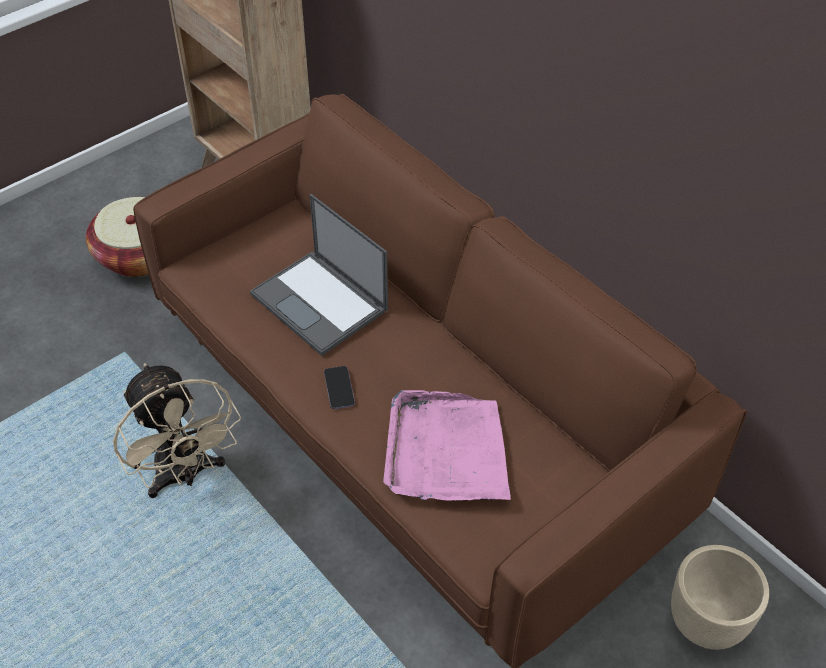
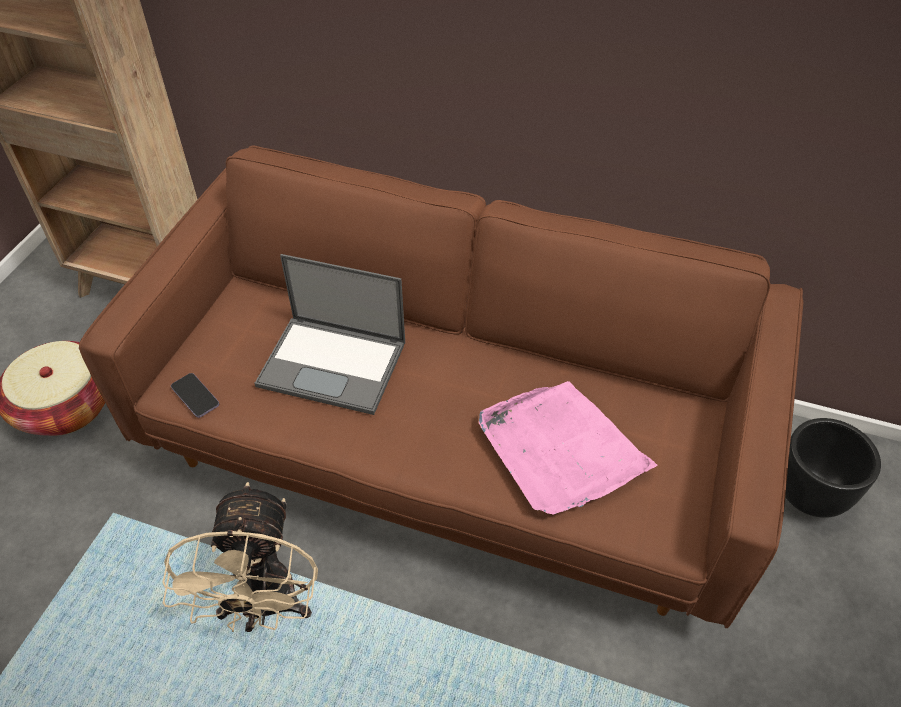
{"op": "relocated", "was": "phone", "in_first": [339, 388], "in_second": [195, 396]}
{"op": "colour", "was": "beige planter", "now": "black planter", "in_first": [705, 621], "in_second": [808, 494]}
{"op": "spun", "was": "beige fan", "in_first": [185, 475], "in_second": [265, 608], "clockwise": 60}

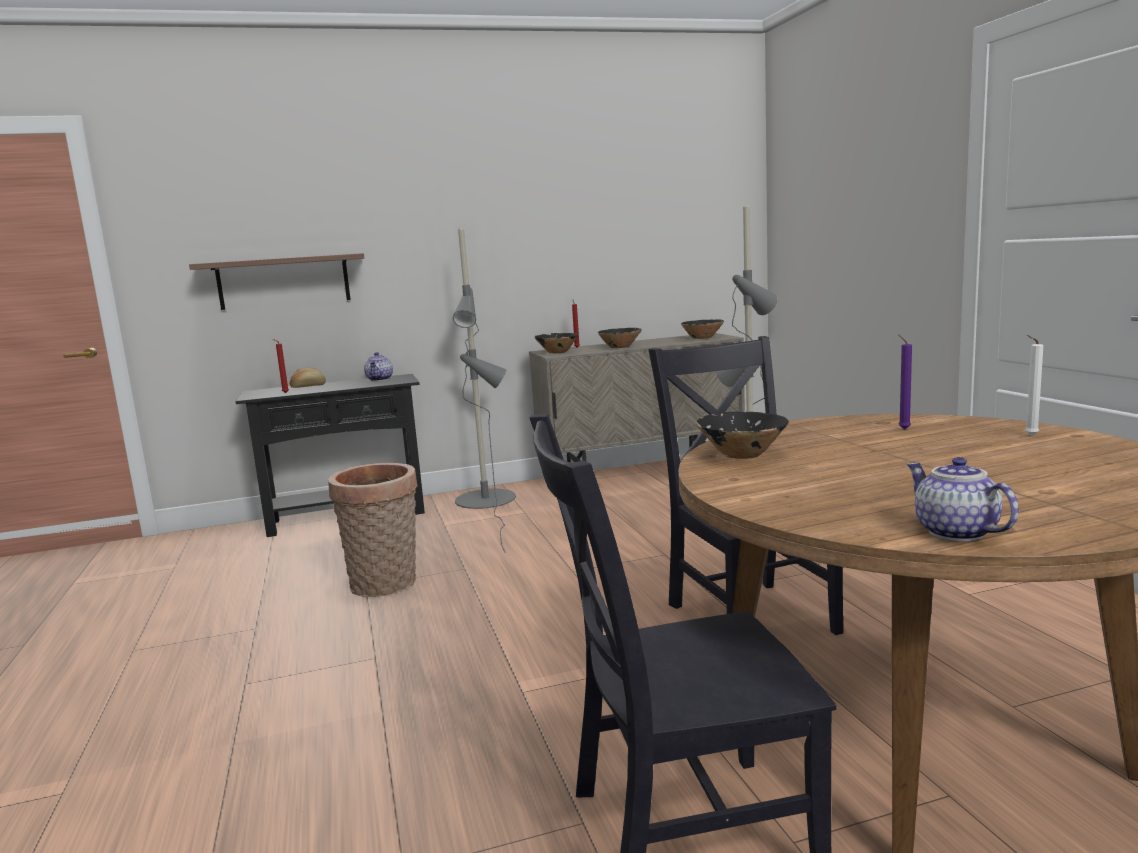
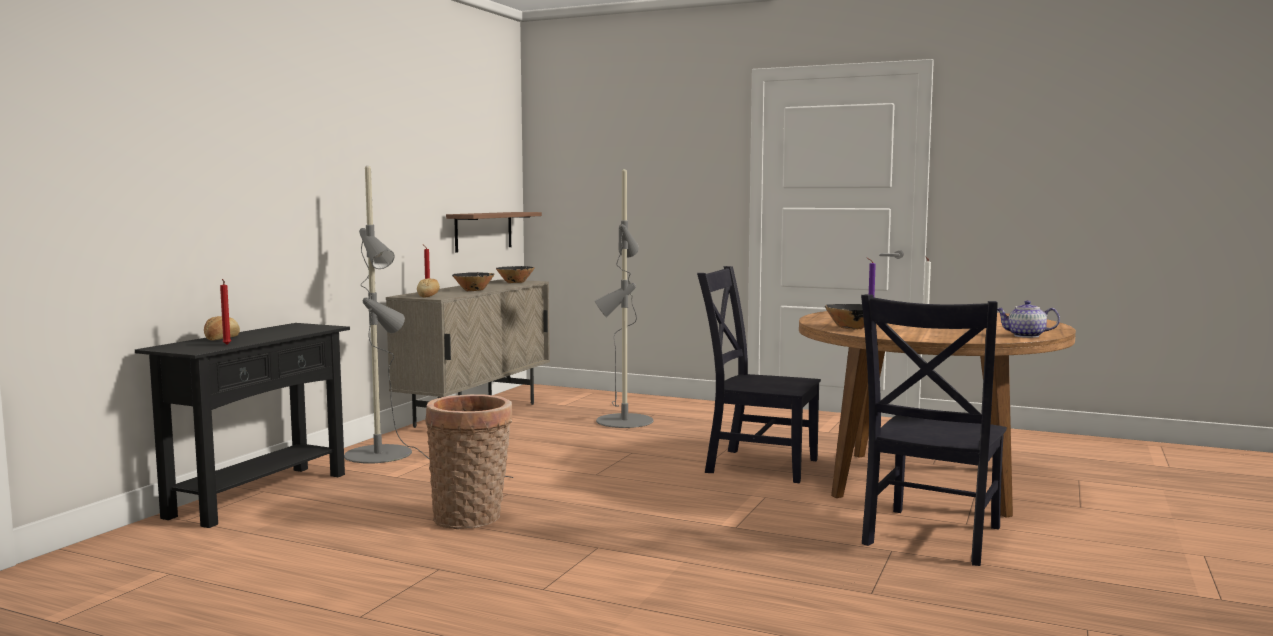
{"op": "missing", "was": "teapot", "in_first": [380, 379]}
{"op": "relocated", "was": "shelf", "in_first": [284, 281], "in_second": [483, 231]}
{"op": "exchanged", "was": "black bowl", "now": "bread", "in_first": [557, 352], "in_second": [428, 296]}

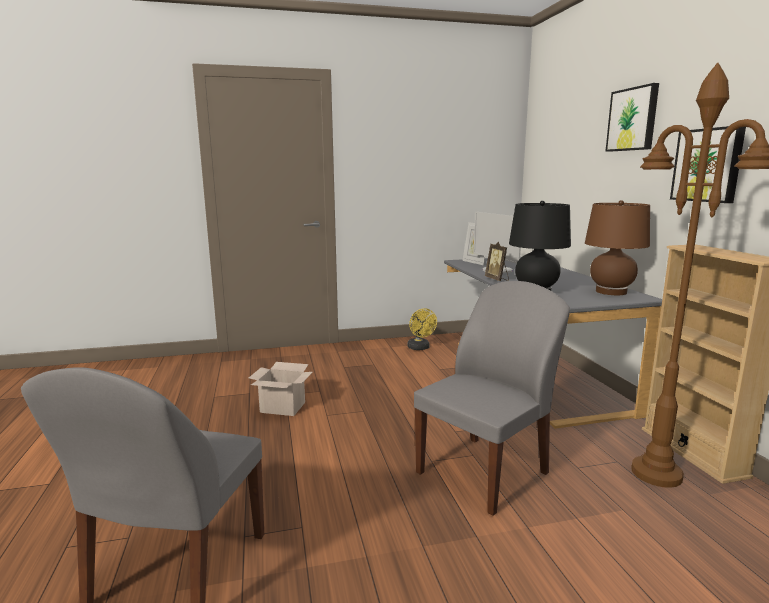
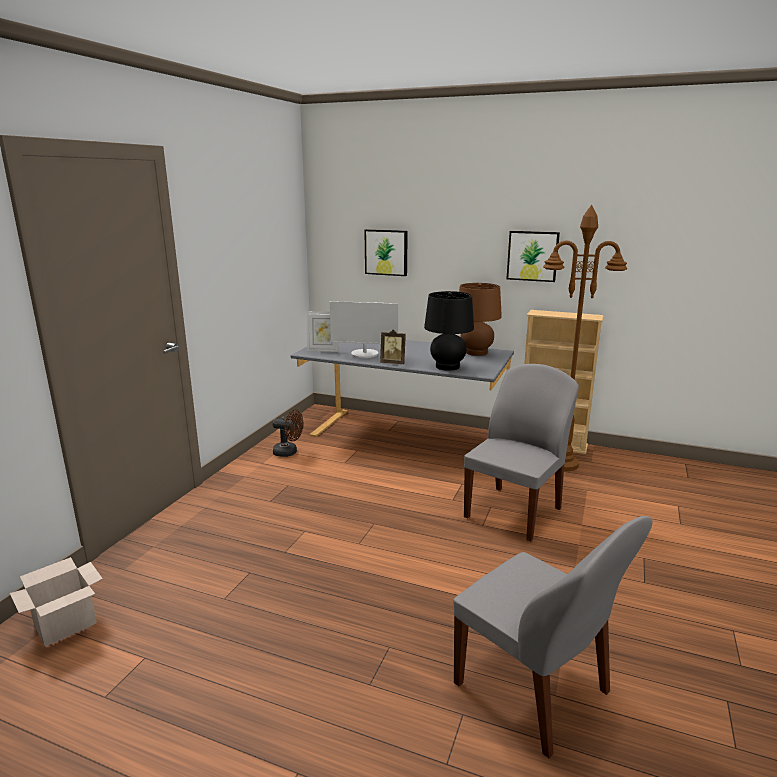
{"op": "relocated", "was": "cardboard box", "in_first": [281, 407], "in_second": [64, 625]}
{"op": "relocated", "was": "picture", "in_first": [633, 119], "in_second": [386, 252]}
{"op": "colour", "was": "yellow fan", "now": "brown fan", "in_first": [420, 348], "in_second": [289, 452]}
{"op": "spun", "was": "grey chair", "in_first": [485, 471], "in_second": [514, 512], "clockwise": 45}

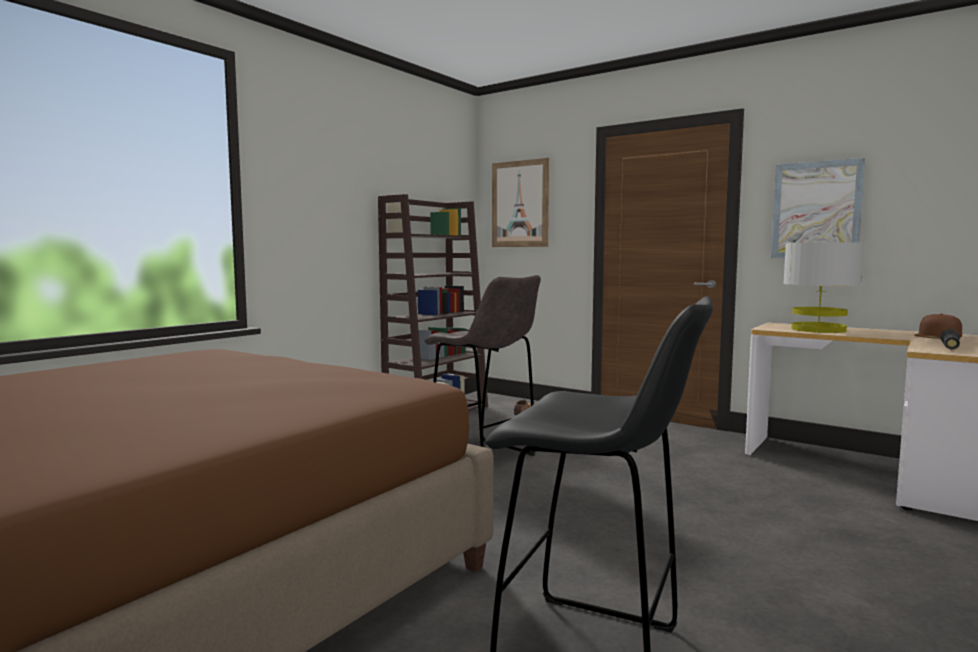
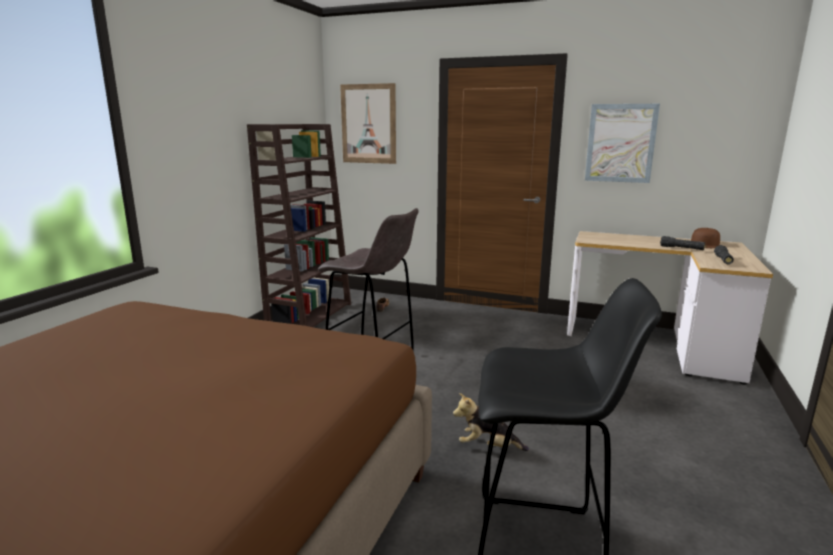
{"op": "missing", "was": "grey table lamp", "in_first": [818, 330]}
{"op": "appeared", "now": "plush toy", "in_second": [488, 447]}
{"op": "appeared", "now": "black flashlight", "in_second": [681, 248]}

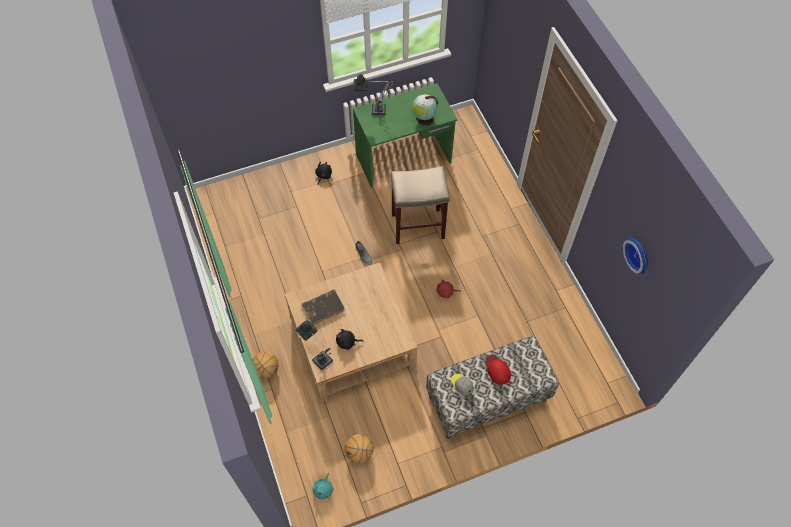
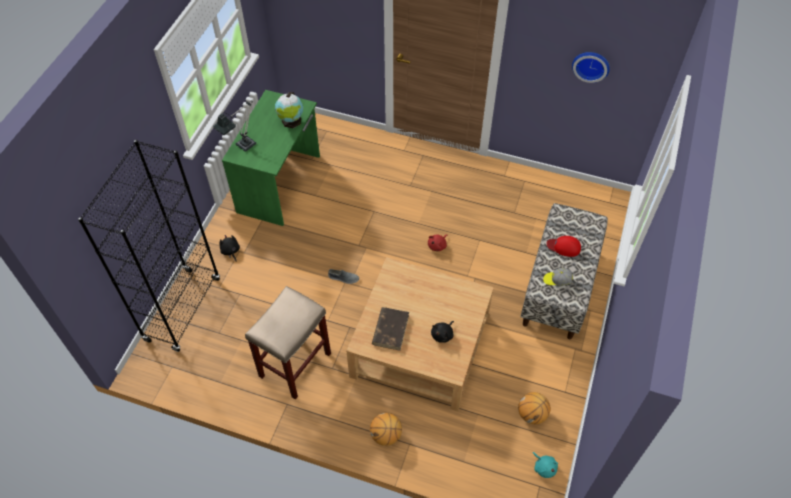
{"op": "missing", "was": "table lamp", "in_first": [319, 357]}
{"op": "appeared", "now": "black bookcase", "in_second": [183, 309]}
{"op": "relocated", "was": "beige stool", "in_first": [417, 226], "in_second": [295, 366]}

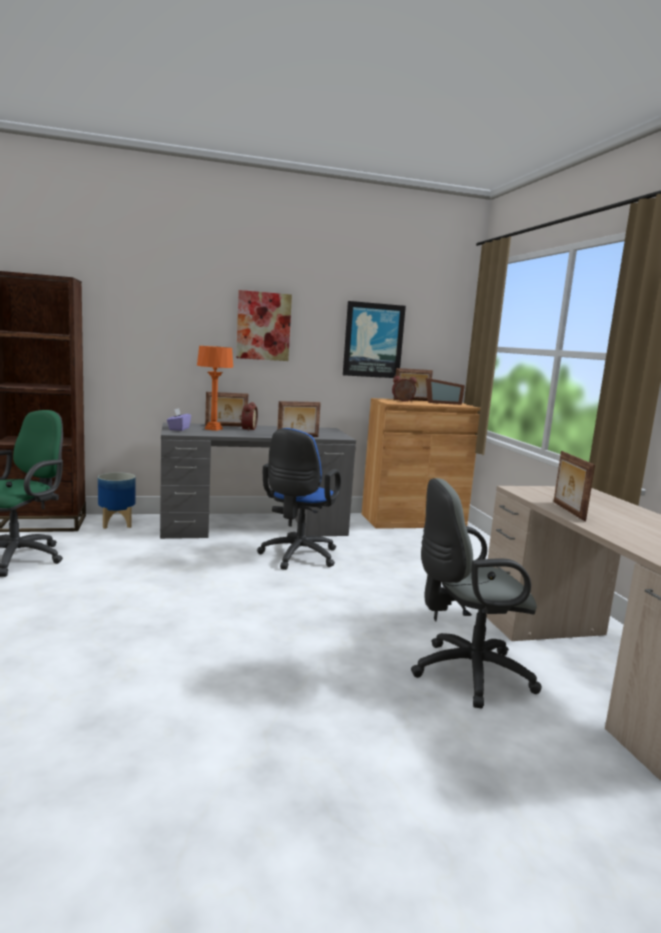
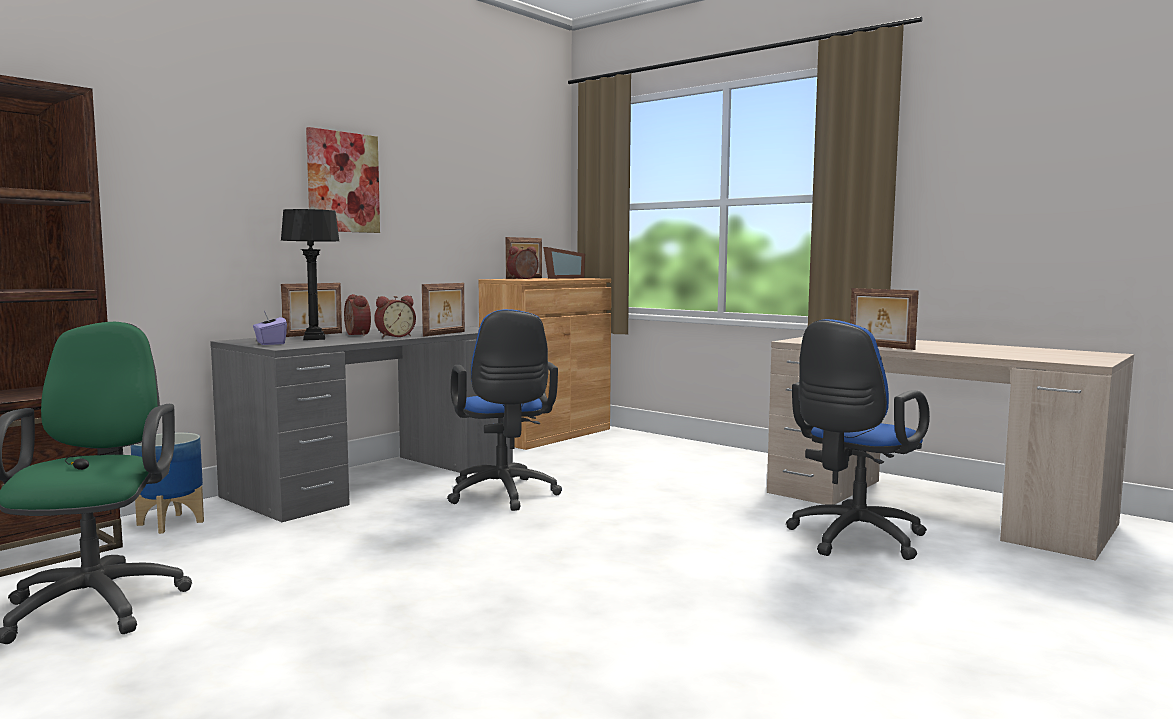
{"op": "missing", "was": "picture", "in_first": [373, 340]}
{"op": "appeared", "now": "alarm clock", "in_second": [394, 336]}
{"op": "colour", "was": "orange table lamp", "now": "black table lamp", "in_first": [213, 429], "in_second": [313, 339]}
{"op": "colour", "was": "grey office chair", "now": "blue office chair", "in_first": [465, 673], "in_second": [852, 540]}

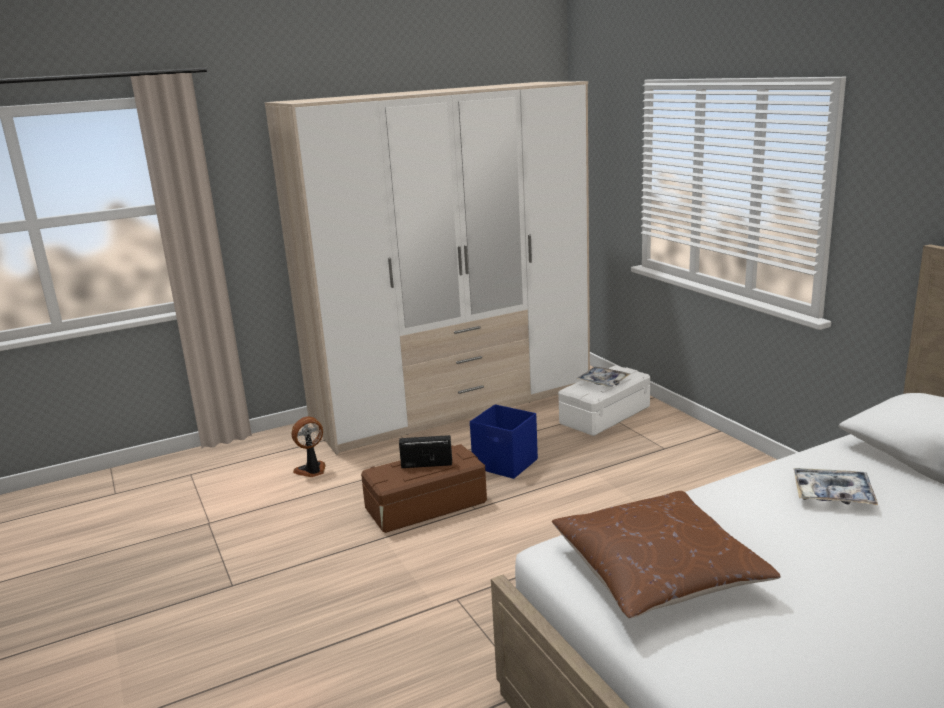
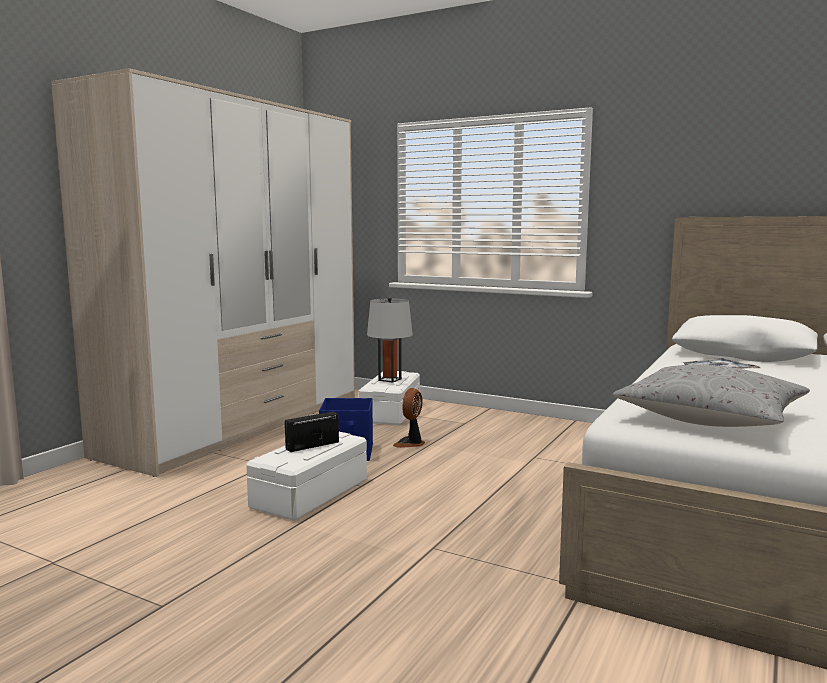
{"op": "relocated", "was": "fan", "in_first": [312, 471], "in_second": [410, 444]}
{"op": "exchanged", "was": "tray", "now": "grey table lamp", "in_first": [603, 381], "in_second": [390, 379]}
{"op": "colour", "was": "brown storage box", "now": "white storage box", "in_first": [426, 506], "in_second": [311, 494]}
{"op": "colour", "was": "brown pillow", "now": "grey pillow", "in_first": [657, 573], "in_second": [709, 418]}

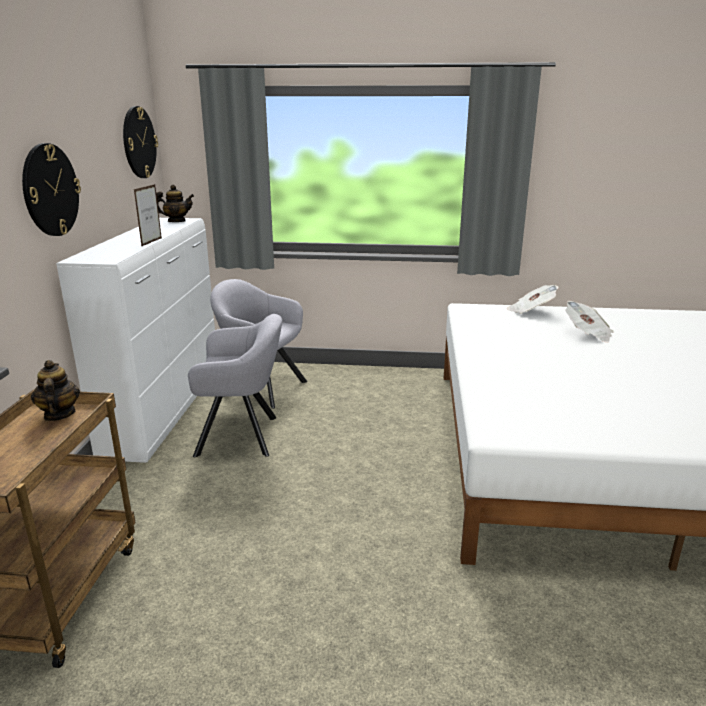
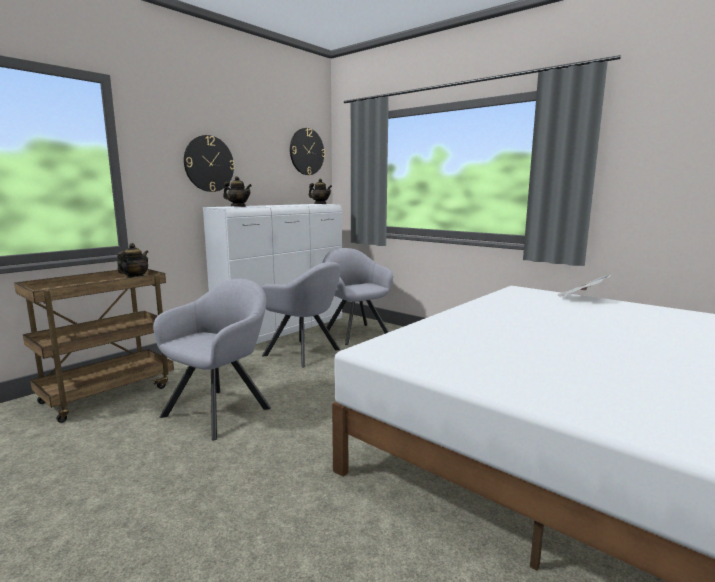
{"op": "missing", "was": "picture frame", "in_first": [152, 242]}
{"op": "missing", "was": "newspaper", "in_first": [587, 334]}
{"op": "appeared", "now": "grey armchair", "in_second": [221, 410]}
{"op": "appeared", "now": "teapot", "in_second": [238, 206]}

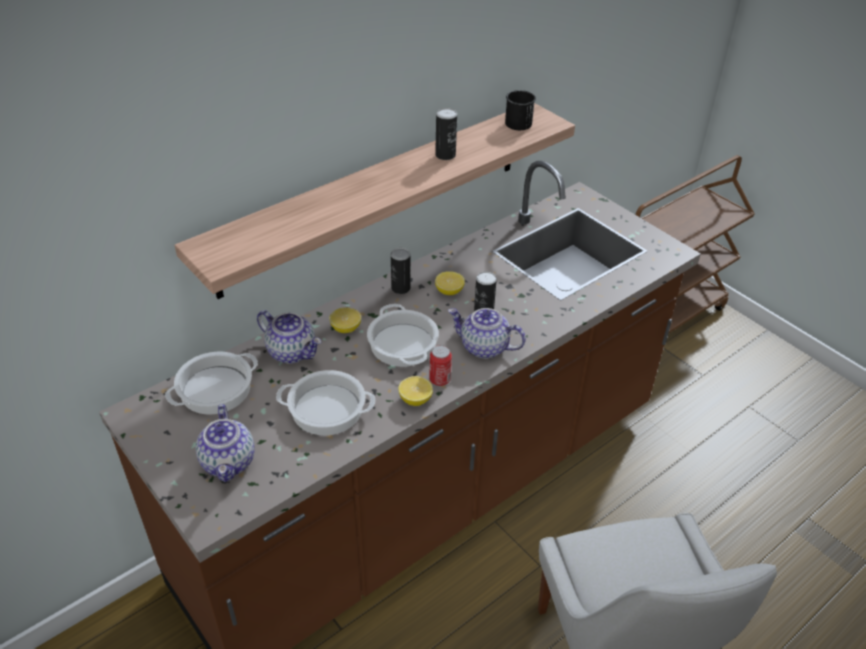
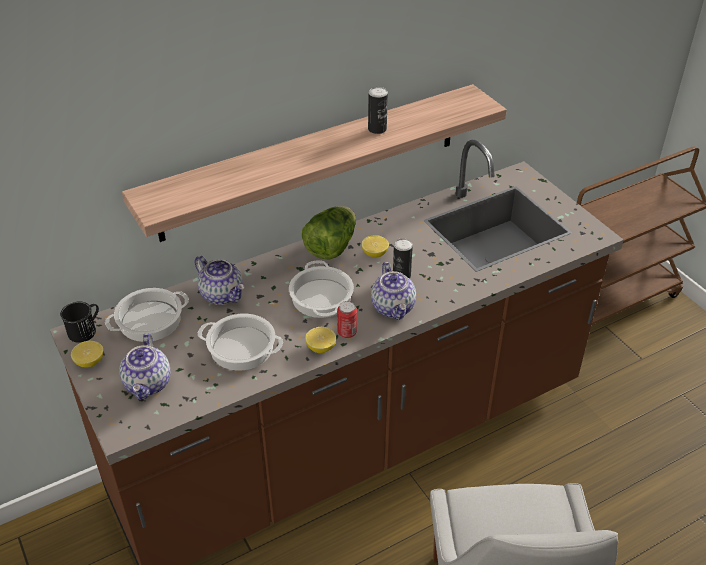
{"op": "relocated", "was": "lemon", "in_first": [346, 328], "in_second": [90, 362]}
{"op": "relocated", "was": "black mug", "in_first": [520, 122], "in_second": [85, 330]}
{"op": "exchanged", "was": "can", "now": "lettuce", "in_first": [400, 288], "in_second": [331, 247]}
{"op": "spun", "was": "teapot", "in_first": [483, 347], "in_second": [393, 307], "clockwise": -135}

